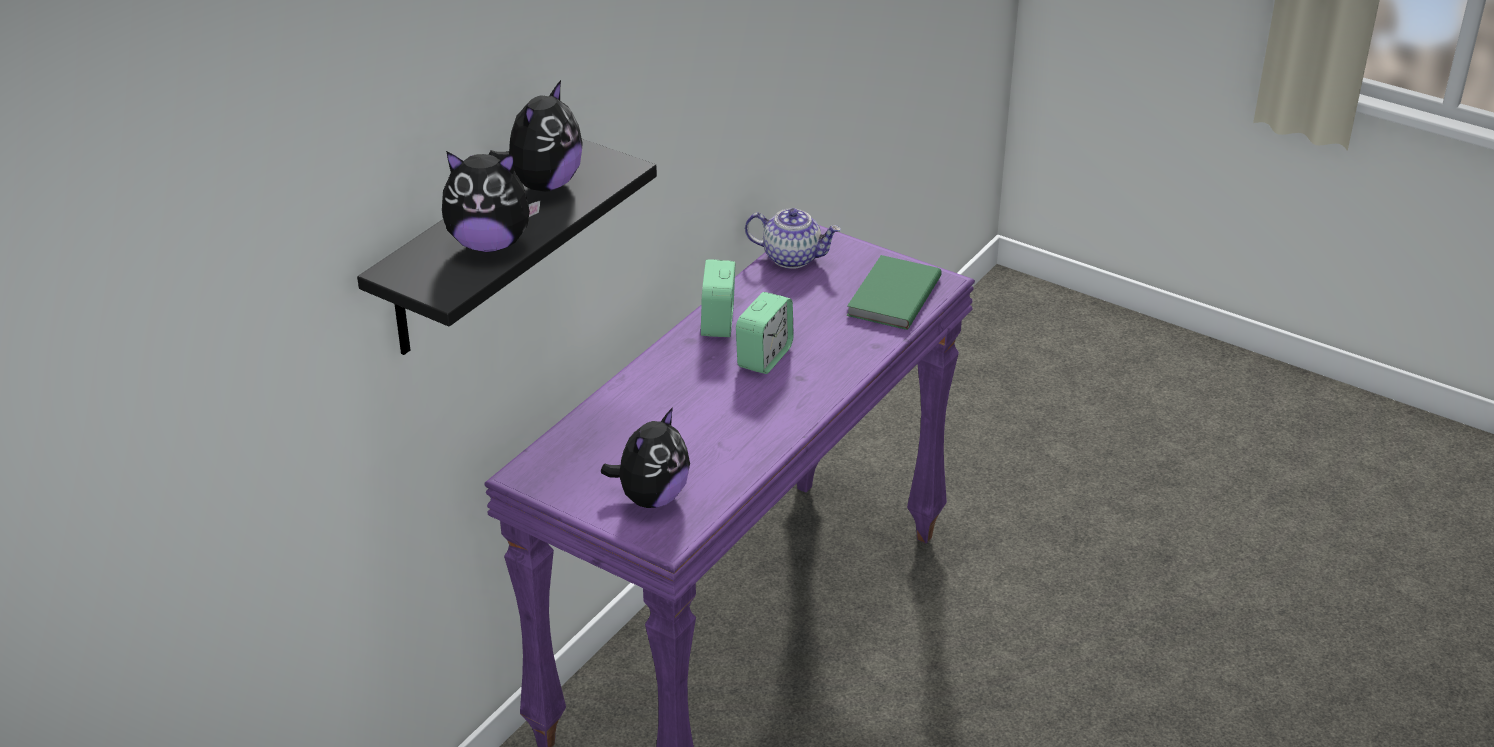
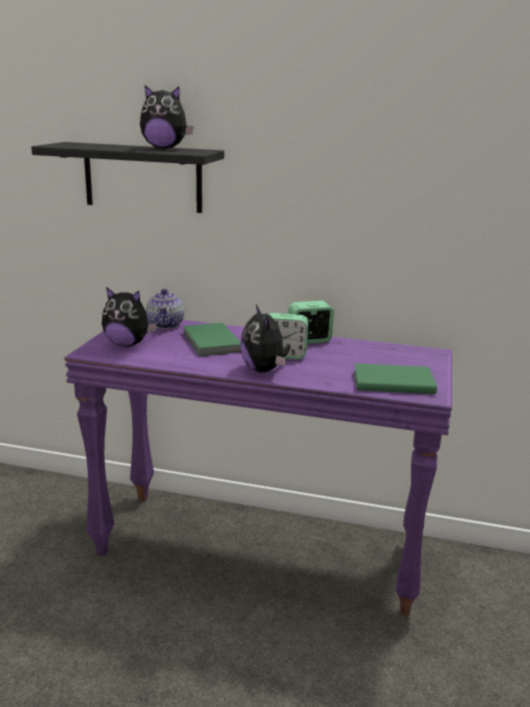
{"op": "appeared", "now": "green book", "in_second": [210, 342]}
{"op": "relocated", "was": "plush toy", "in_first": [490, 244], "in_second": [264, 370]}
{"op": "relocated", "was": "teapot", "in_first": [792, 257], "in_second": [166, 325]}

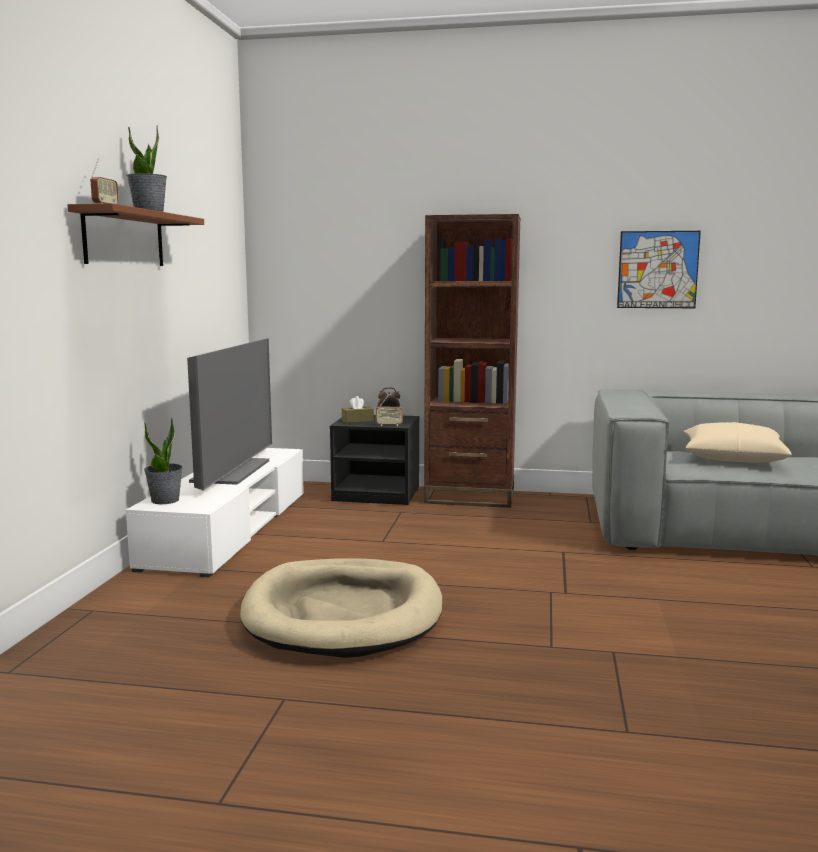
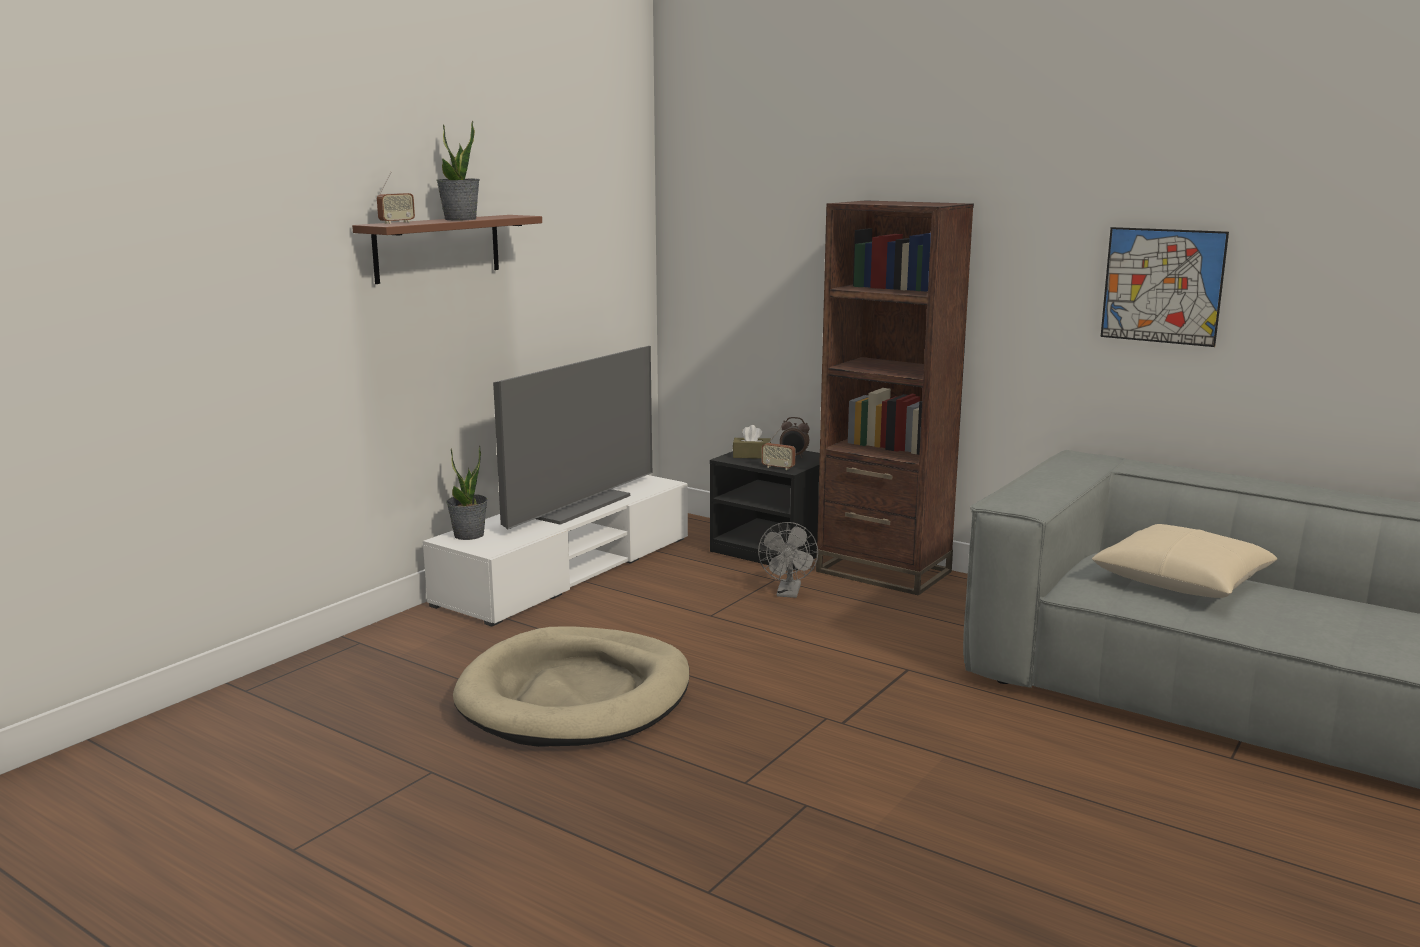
{"op": "appeared", "now": "grey fan", "in_second": [788, 593]}

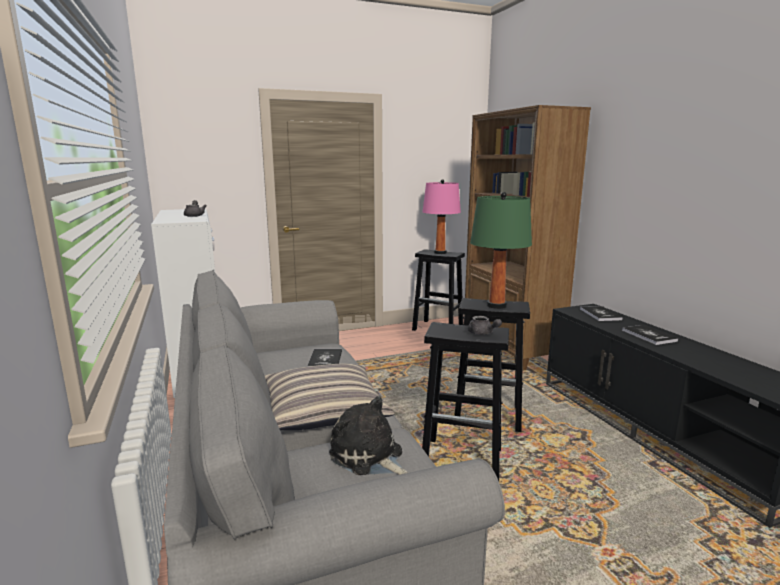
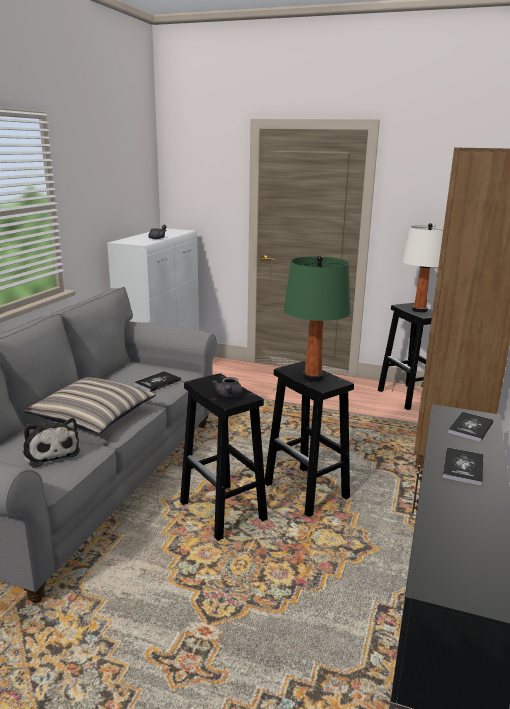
{"op": "colour", "was": "pink table lamp", "now": "white table lamp", "in_first": [440, 252], "in_second": [419, 310]}
{"op": "spun", "was": "plush toy", "in_first": [368, 456], "in_second": [50, 452], "clockwise": 150}

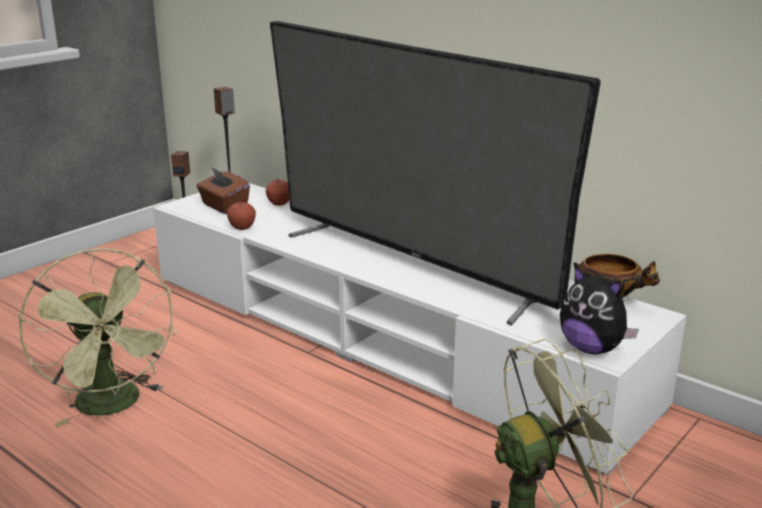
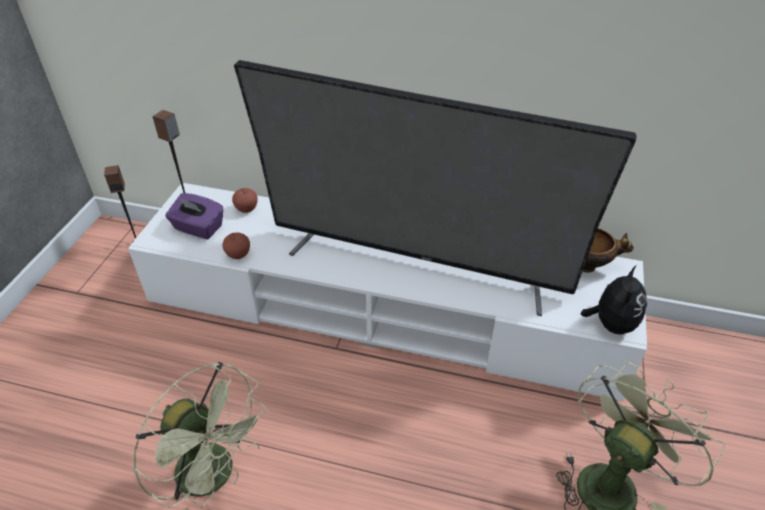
{"op": "colour", "was": "brown tissue box", "now": "purple tissue box", "in_first": [224, 207], "in_second": [198, 228]}
{"op": "spun", "was": "plush toy", "in_first": [592, 348], "in_second": [611, 324], "clockwise": -90}

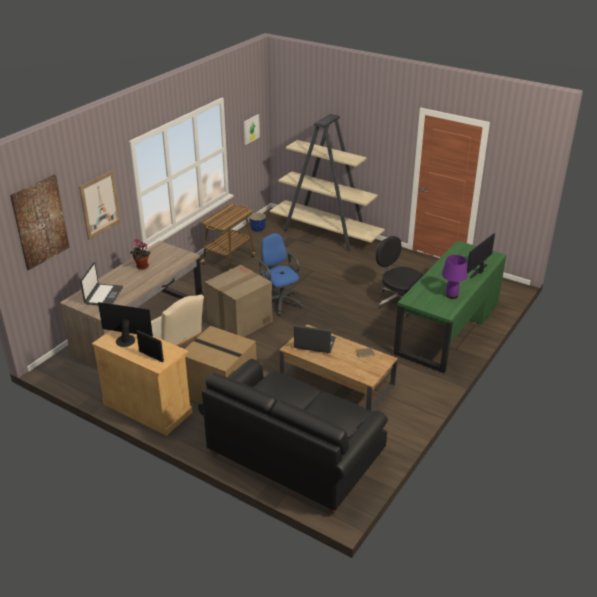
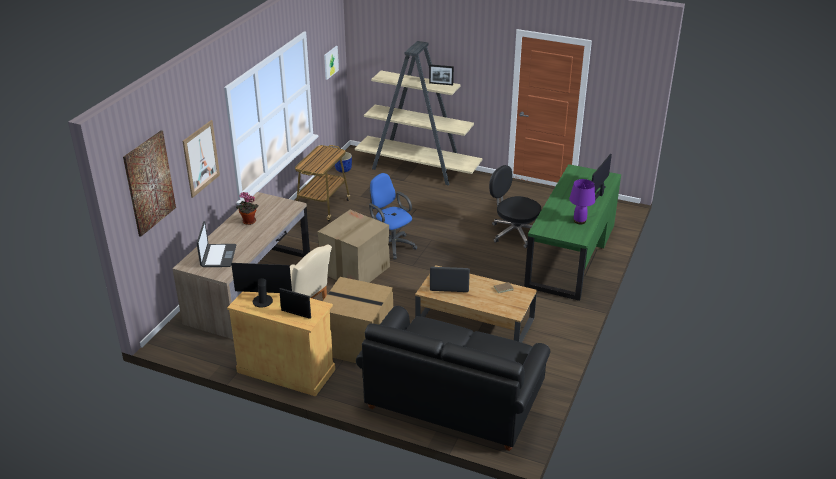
{"op": "appeared", "now": "picture frame", "in_second": [441, 84]}

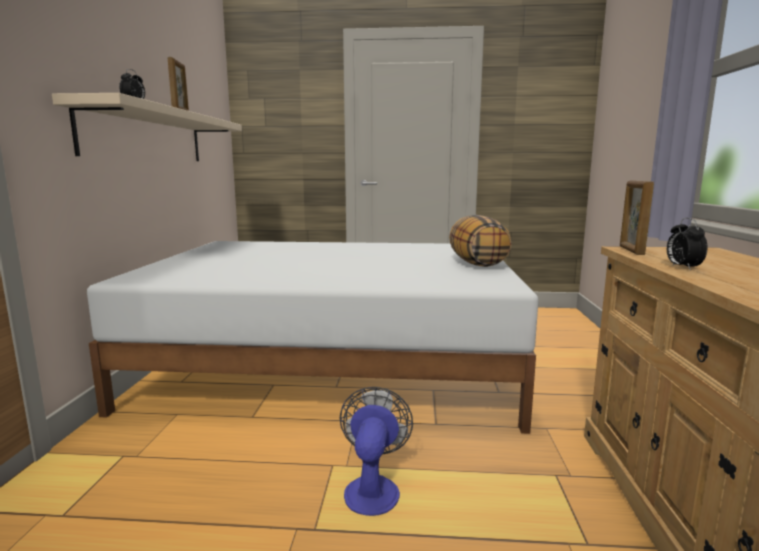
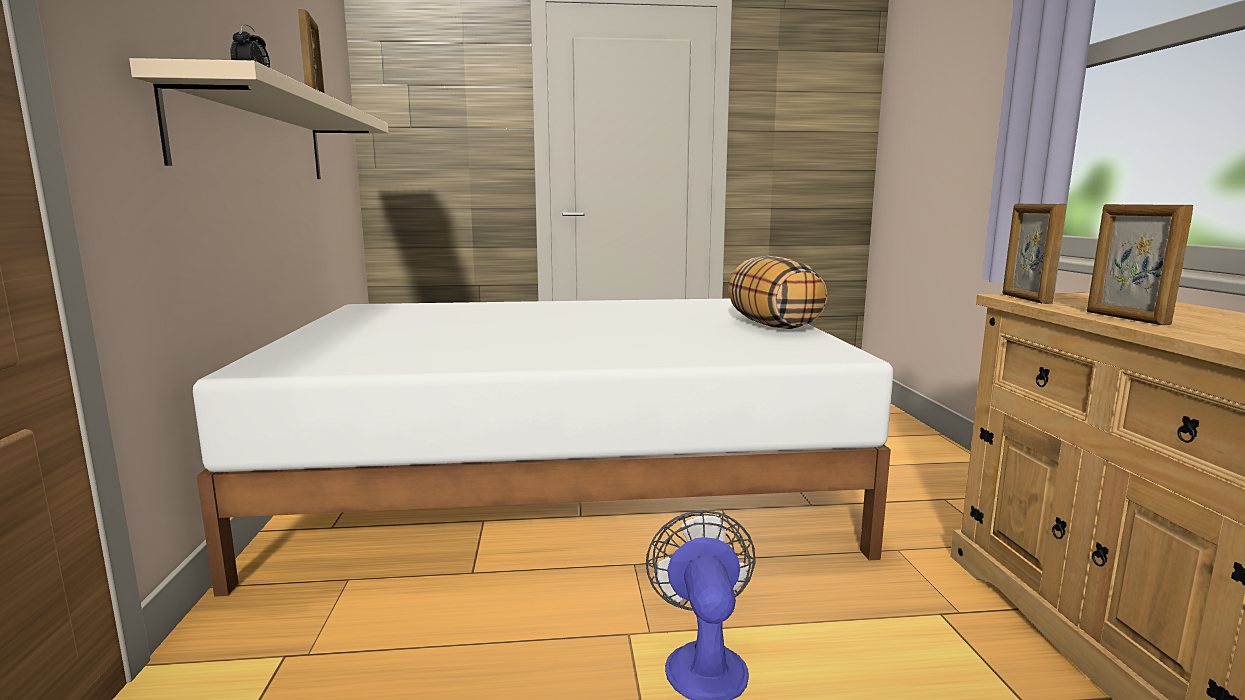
{"op": "exchanged", "was": "alarm clock", "now": "picture frame", "in_first": [682, 267], "in_second": [1125, 318]}

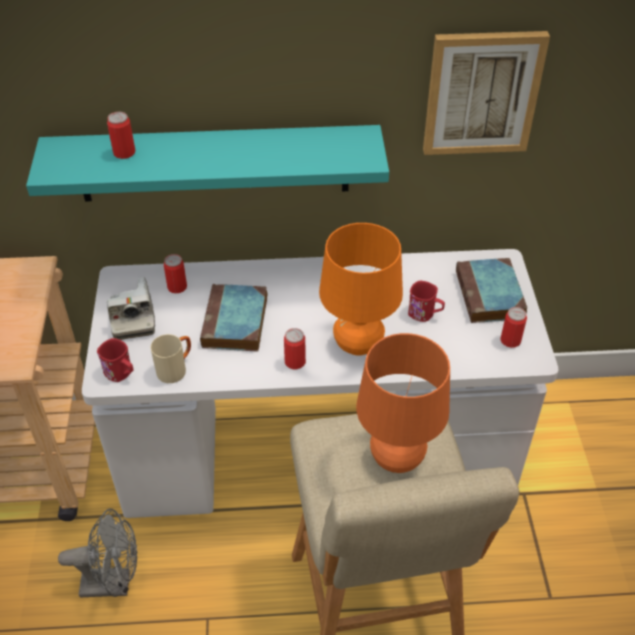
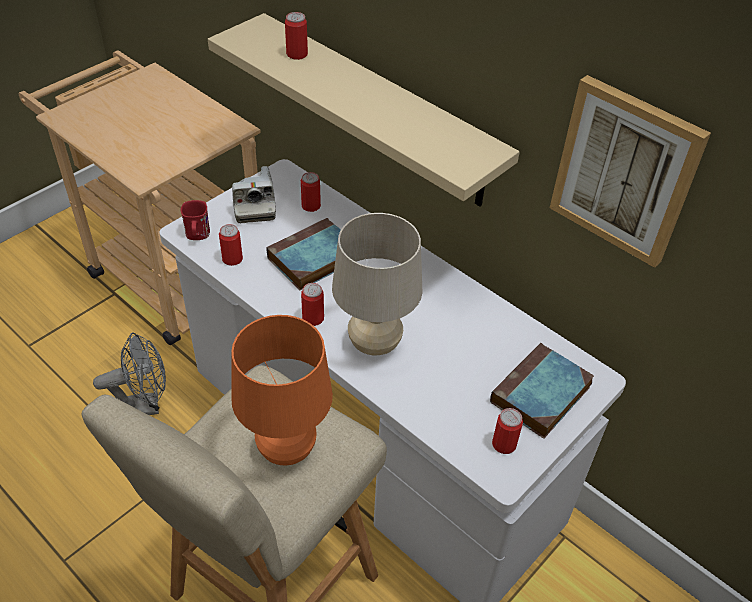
{"op": "missing", "was": "red mug", "in_first": [425, 314]}
{"op": "exchanged", "was": "beige mug", "now": "can", "in_first": [176, 369], "in_second": [232, 259]}
{"op": "colour", "was": "turquoise shelf", "now": "beige shelf", "in_first": [214, 163], "in_second": [378, 110]}
{"op": "colour", "was": "orange table lamp", "now": "beige table lamp", "in_first": [358, 345], "in_second": [374, 344]}
{"op": "spun", "was": "grey fan", "in_first": [114, 583], "in_second": [144, 406], "clockwise": -60}
{"op": "spun", "was": "photo camera", "in_first": [133, 318], "in_second": [254, 206], "clockwise": -45}

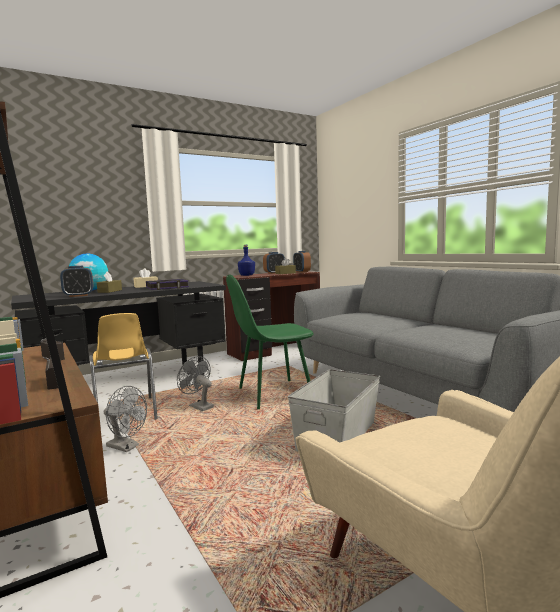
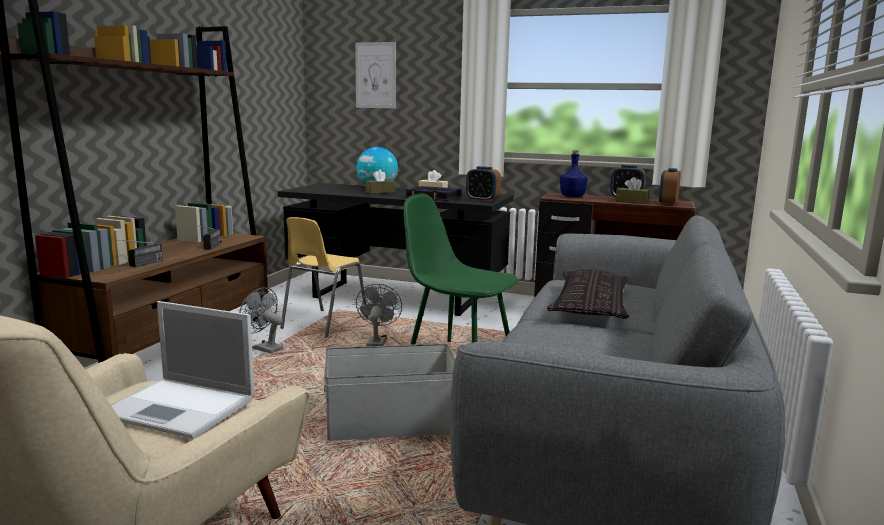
{"op": "appeared", "now": "laptop", "in_second": [181, 408]}
{"op": "appeared", "now": "picture", "in_second": [375, 75]}
{"op": "appeared", "now": "pillow", "in_second": [590, 305]}
{"op": "relocated", "was": "alarm clock", "in_first": [78, 295], "in_second": [482, 200]}
{"op": "spun", "was": "grey fan", "in_first": [126, 447], "in_second": [263, 348], "clockwise": 135}

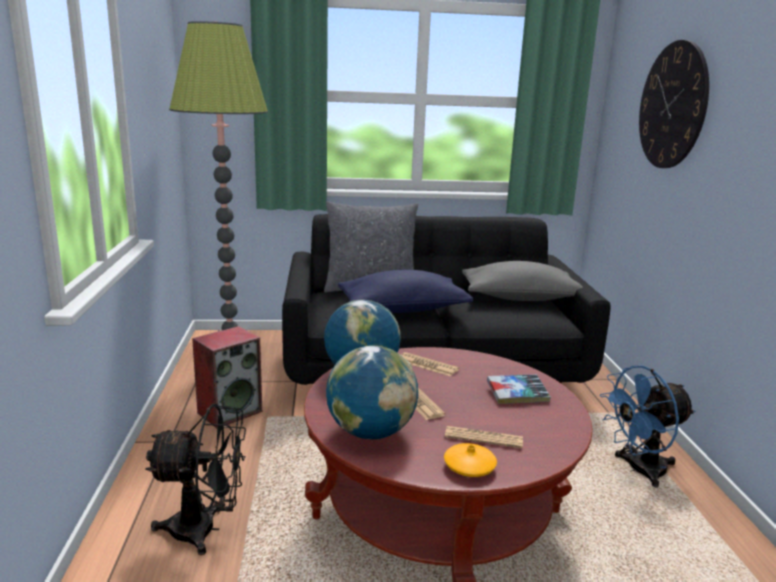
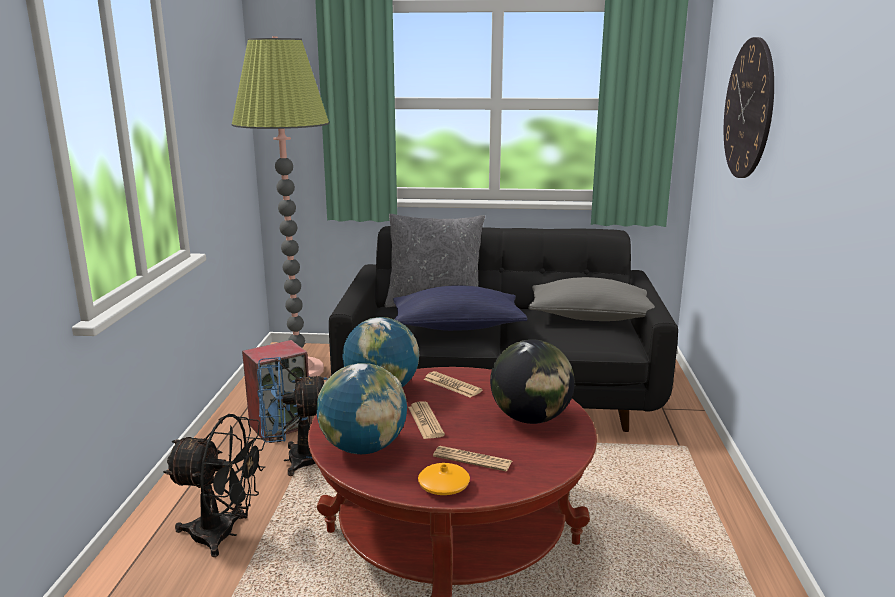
{"op": "relocated", "was": "blue fan", "in_first": [638, 470], "in_second": [295, 460]}
{"op": "exchanged", "was": "book", "now": "globe", "in_first": [517, 394], "in_second": [530, 418]}

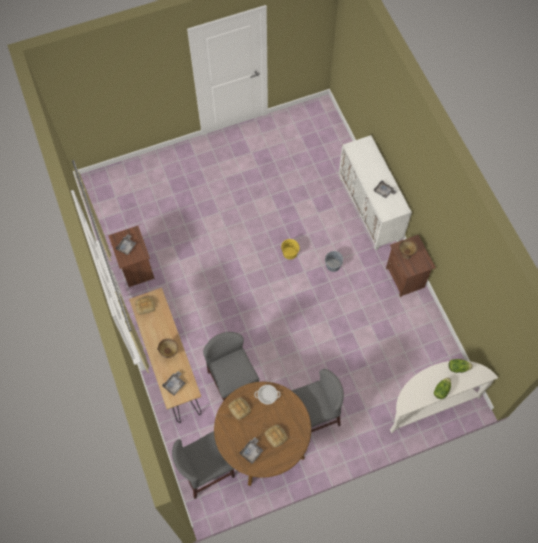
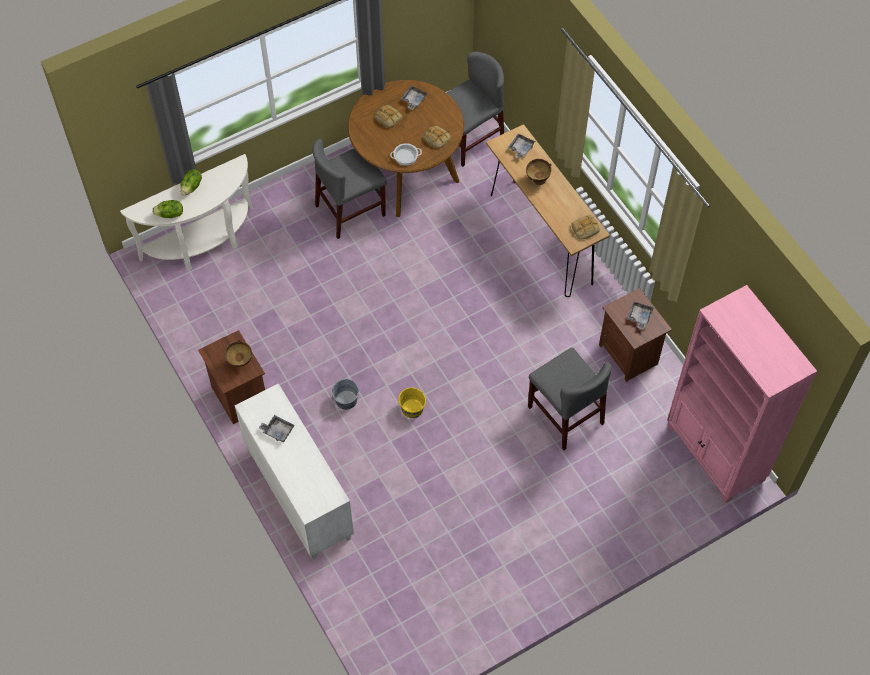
{"op": "appeared", "now": "pink bookcase", "in_second": [715, 454]}
{"op": "relocated", "was": "grey chair", "in_first": [233, 382], "in_second": [565, 415]}

